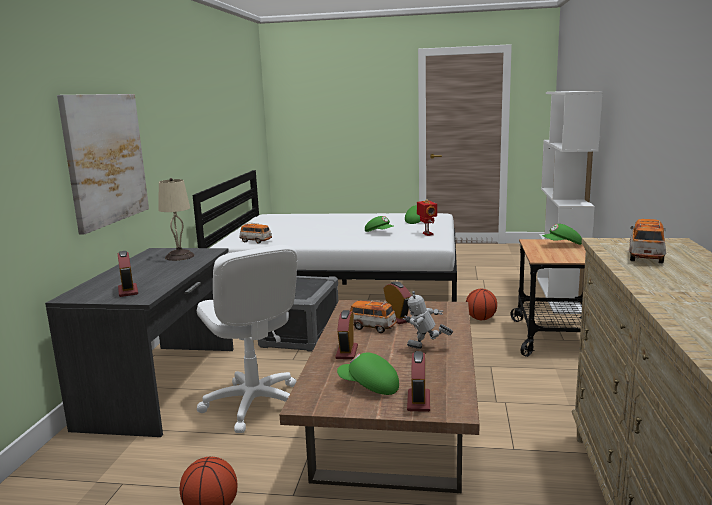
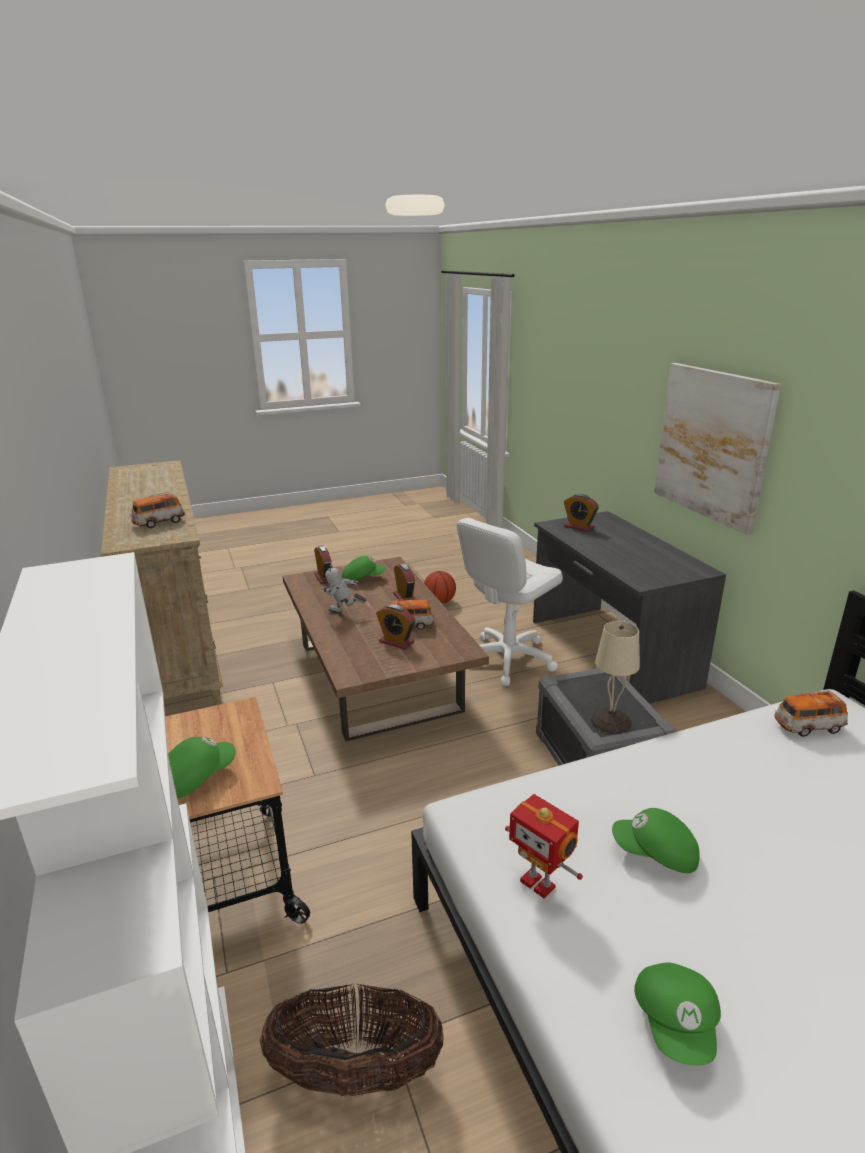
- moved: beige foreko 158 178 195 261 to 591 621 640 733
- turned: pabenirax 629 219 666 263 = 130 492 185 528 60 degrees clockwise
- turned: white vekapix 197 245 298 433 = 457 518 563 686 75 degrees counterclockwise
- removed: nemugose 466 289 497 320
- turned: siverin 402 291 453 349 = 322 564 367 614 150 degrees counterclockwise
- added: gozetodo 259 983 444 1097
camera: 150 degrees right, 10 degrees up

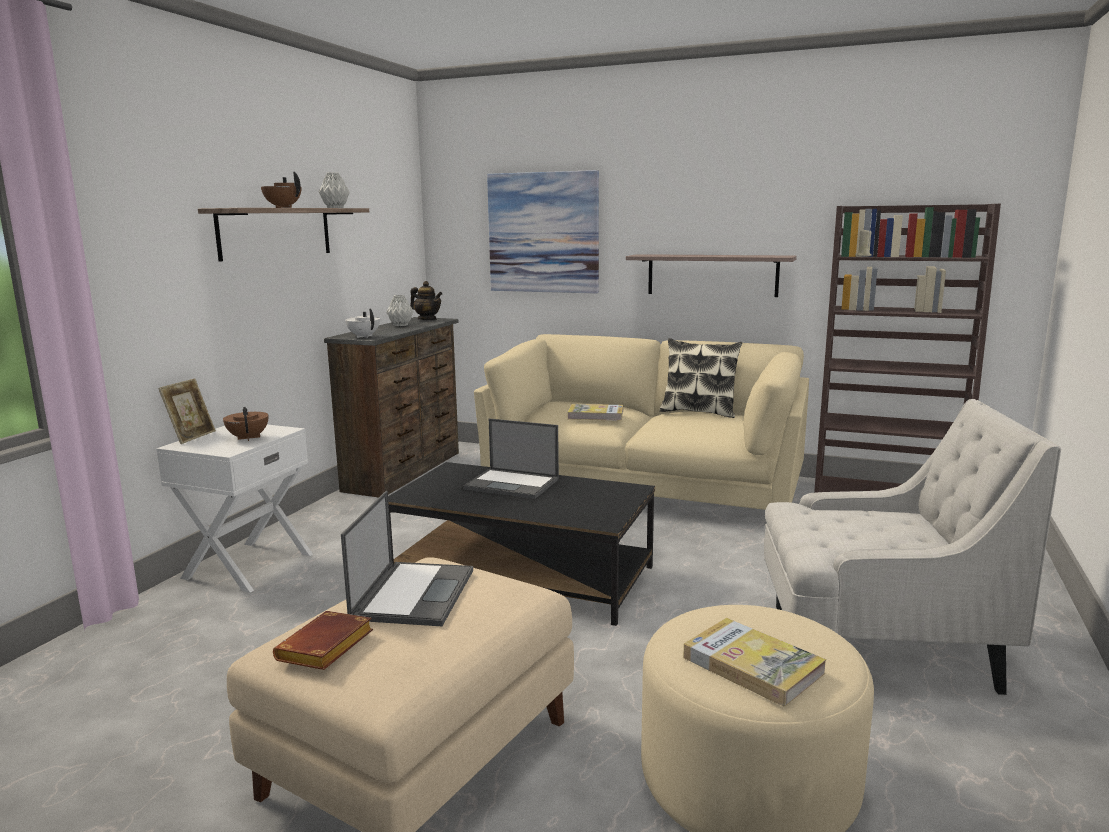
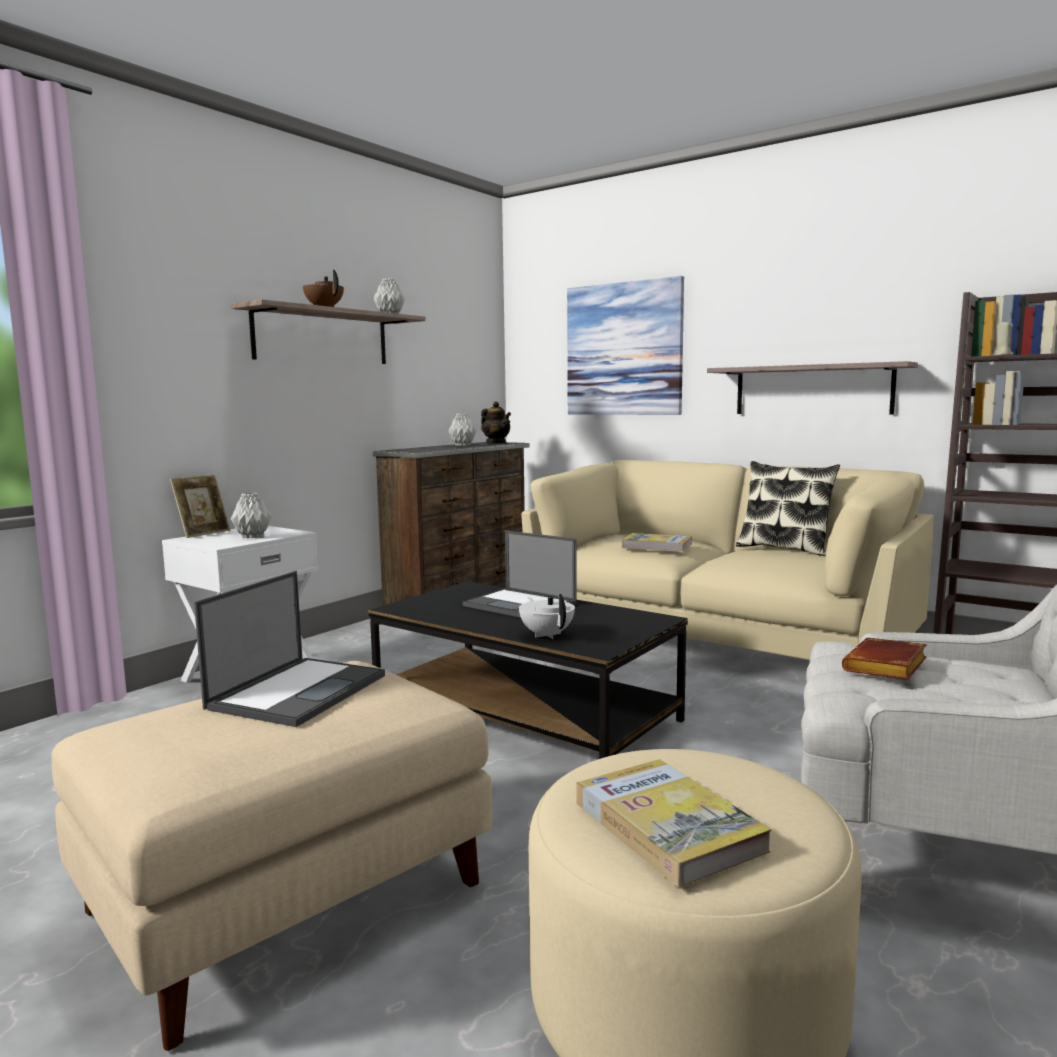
- moved: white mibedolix 345 309 380 338 to 519 594 575 639
- replaced: brown mibedolix 223 407 268 441 to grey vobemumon 231 493 271 538
- moved: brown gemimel 273 611 373 670 to 842 638 927 680
camera: 15 degrees right, 5 degrees down

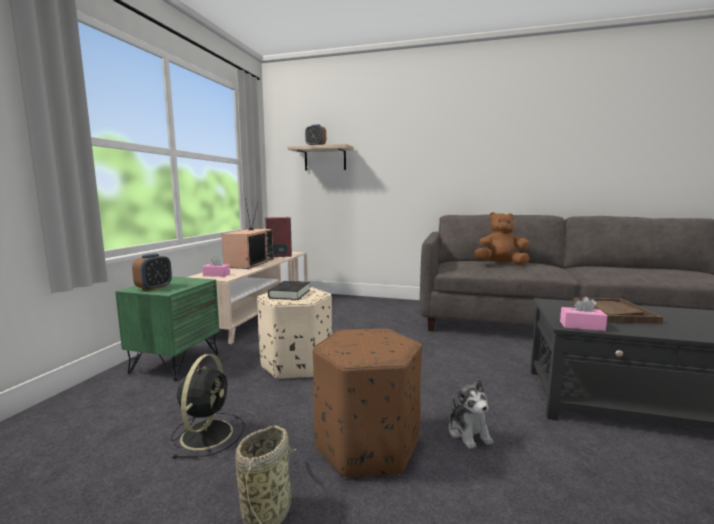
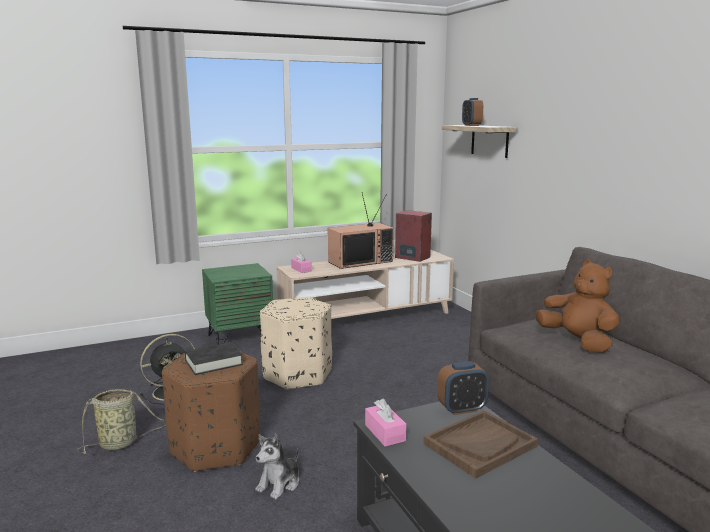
- moved: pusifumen 132 253 172 291 to 437 361 489 415
- moved: black gemimel 268 281 310 300 to 185 342 243 375
camera: 50 degrees right, 5 degrees up

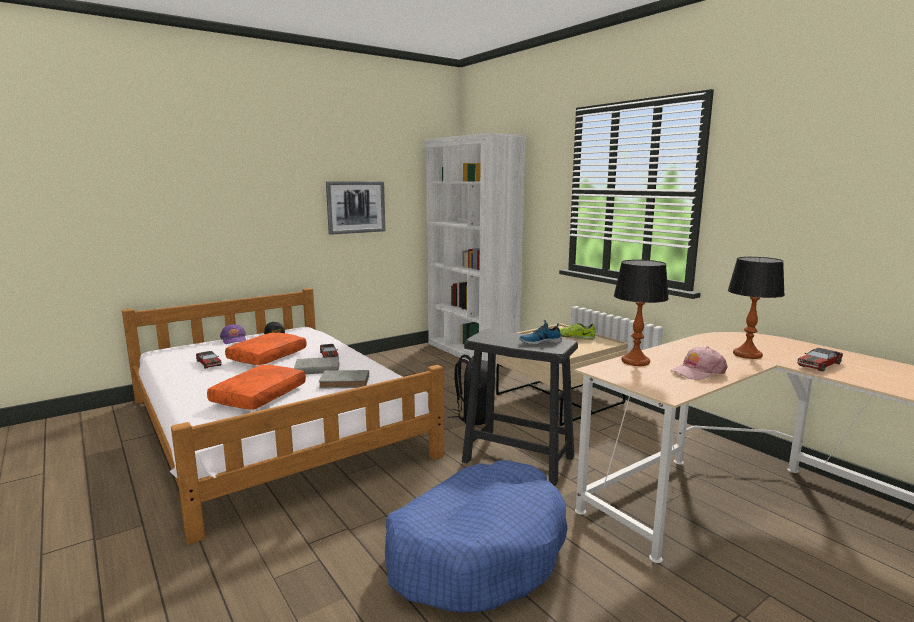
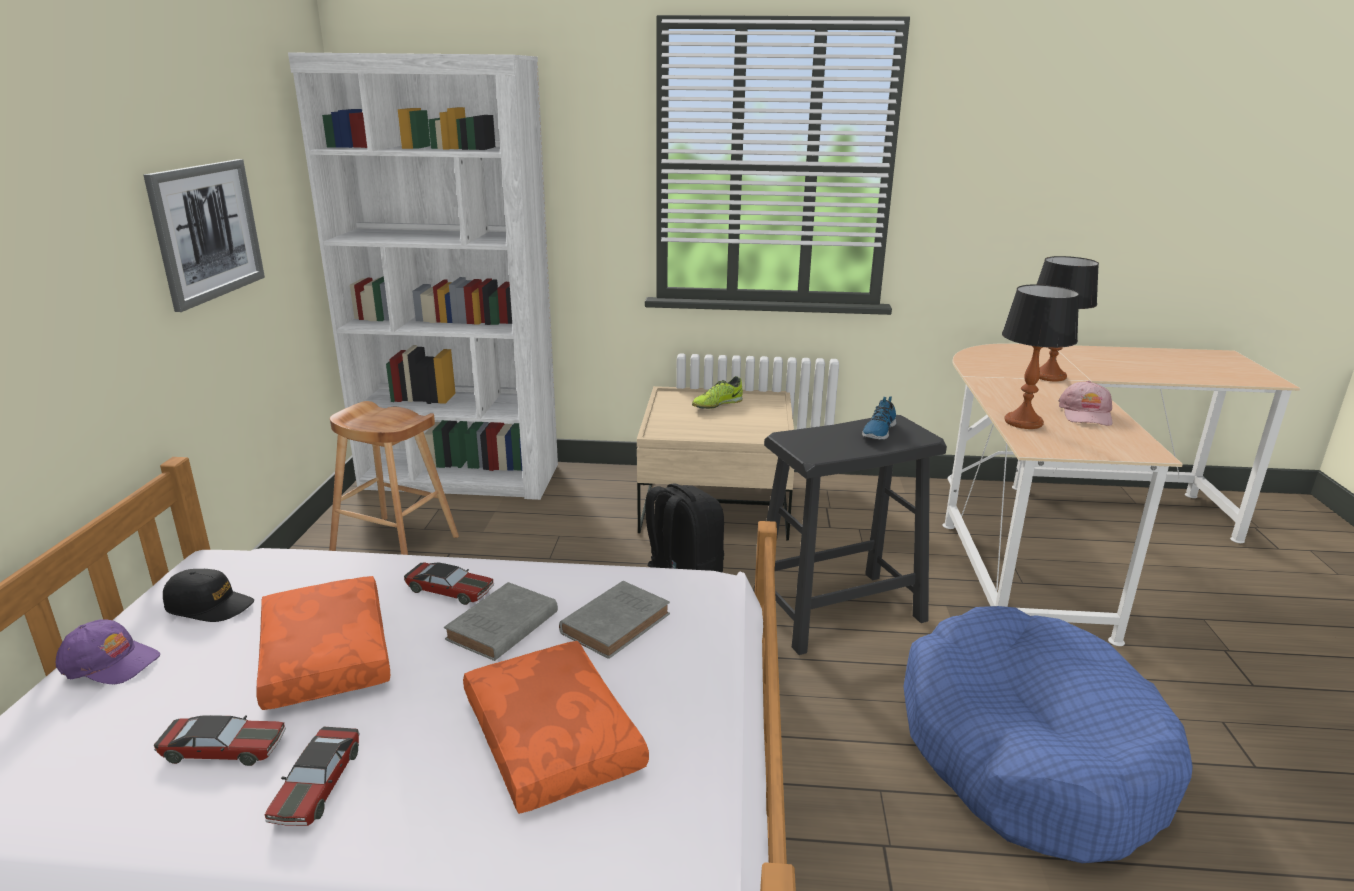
- moved: pabenirax 797 348 843 371 to 265 726 360 826
- added: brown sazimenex 329 401 459 555
camera: 50 degrees left, 10 degrees up

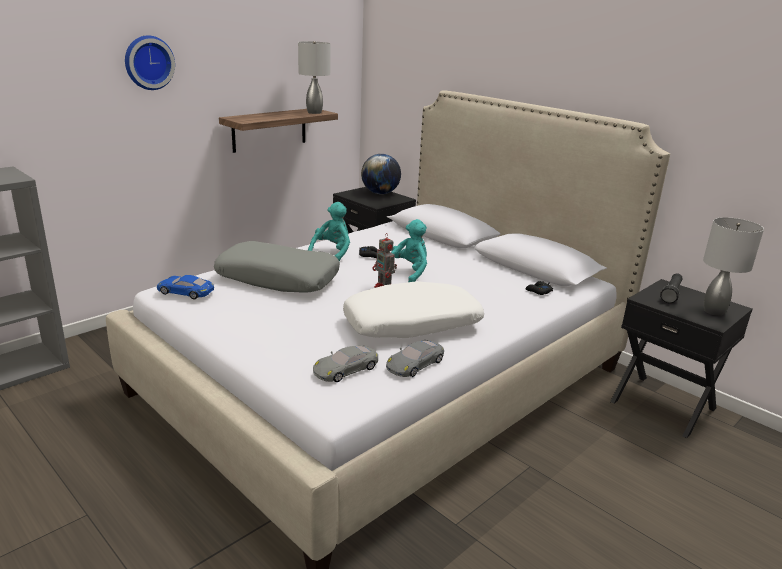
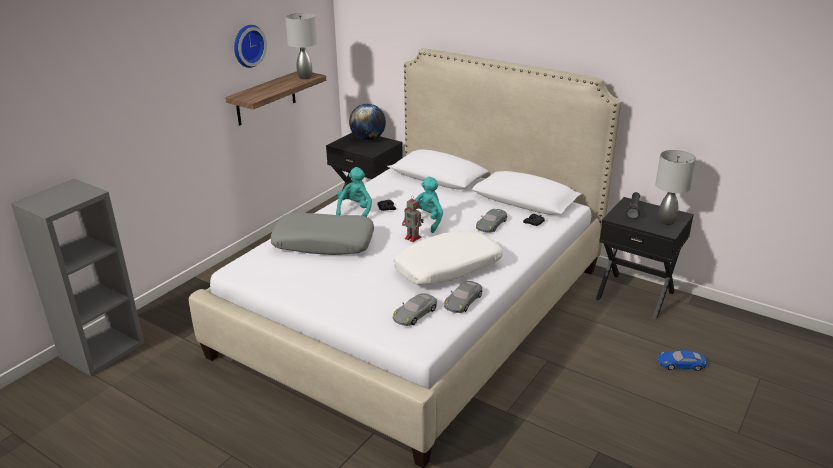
- moved: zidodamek 125 35 175 90 to 234 25 267 68
- moved: blue pabenirax 157 275 214 299 to 658 349 707 371
- added: grey pabenirax 476 209 507 233
camera: 10 degrees left, 5 degrees up

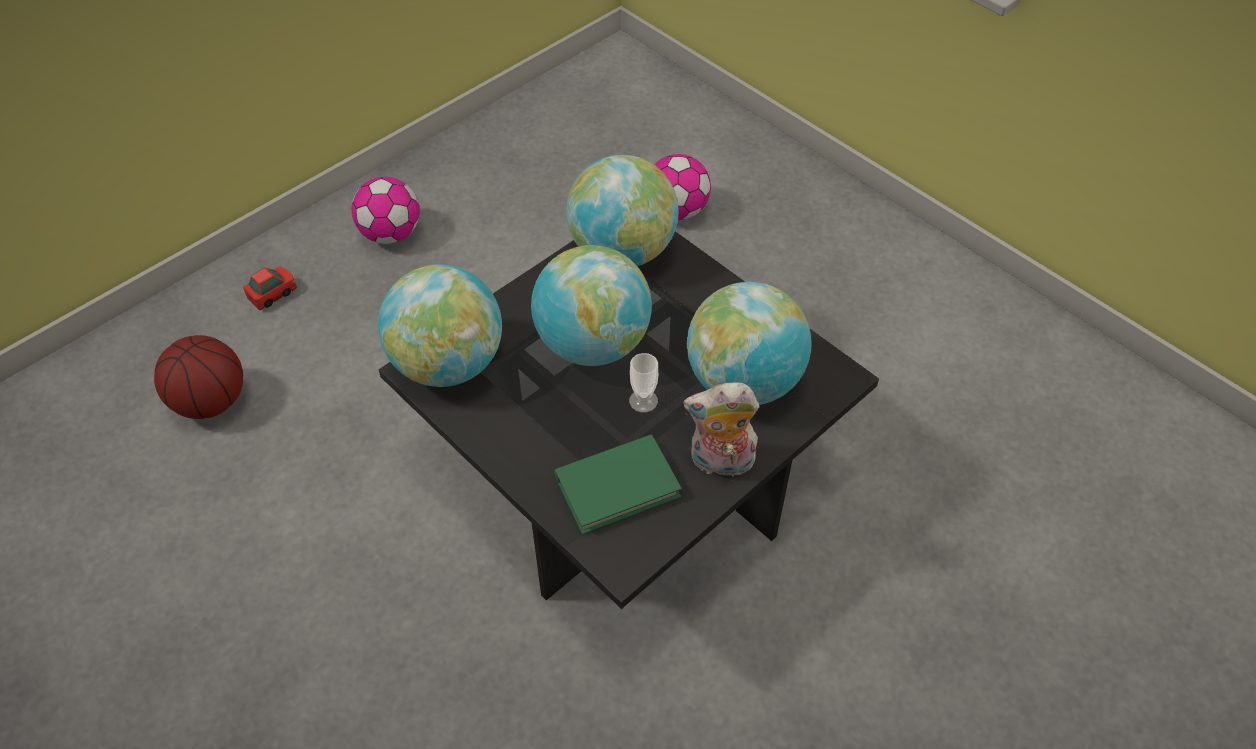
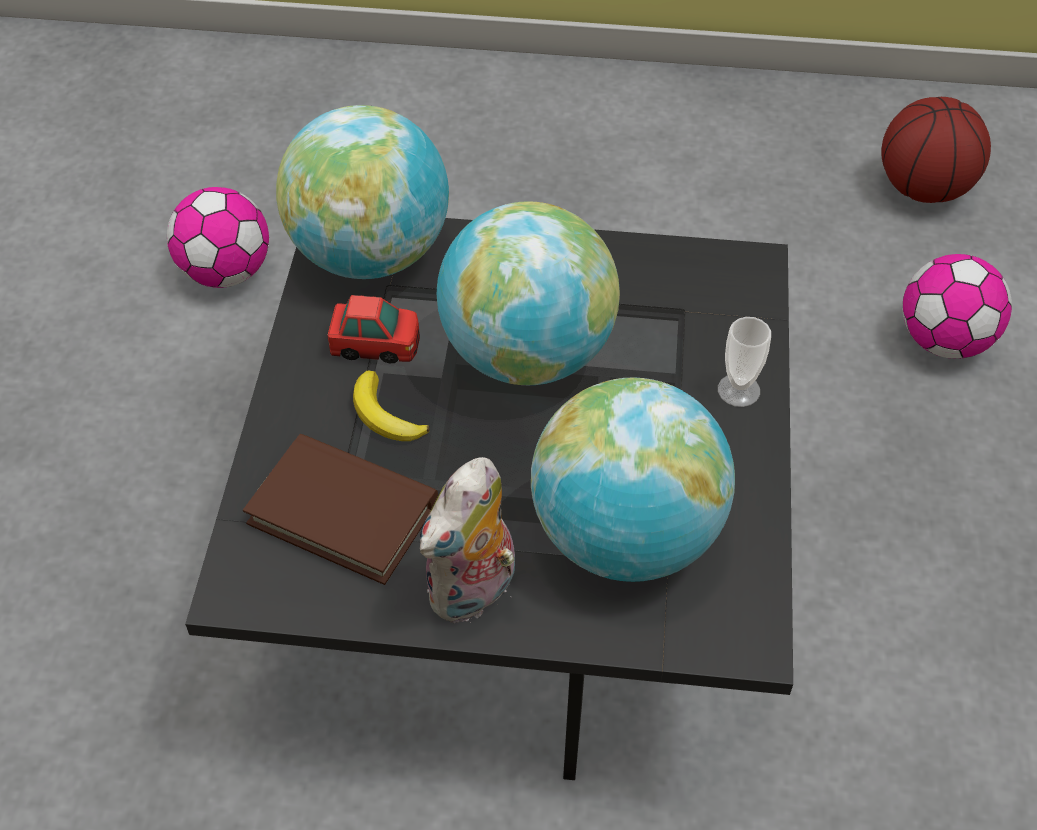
- removed: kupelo 566 155 679 266
- moved: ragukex 351 177 420 244 to 167 187 269 288
- moved: pabenirax 243 267 297 310 to 327 295 420 363
- moved: nemugose 154 335 243 419 to 881 97 991 203
- moved: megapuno 629 353 658 412 to 718 317 771 407
- turned: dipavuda 683 383 759 477 = 420 457 515 623 105 degrees counterclockwise
- recoloured: green gemimel 554 434 682 535 to brown gemimel 243 434 438 585
- added: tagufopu 353 371 430 441
camera: 50 degrees right, 0 degrees up

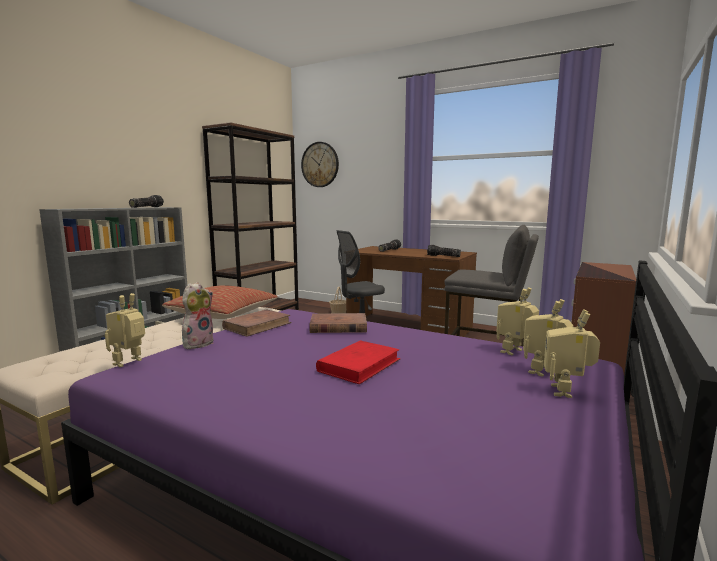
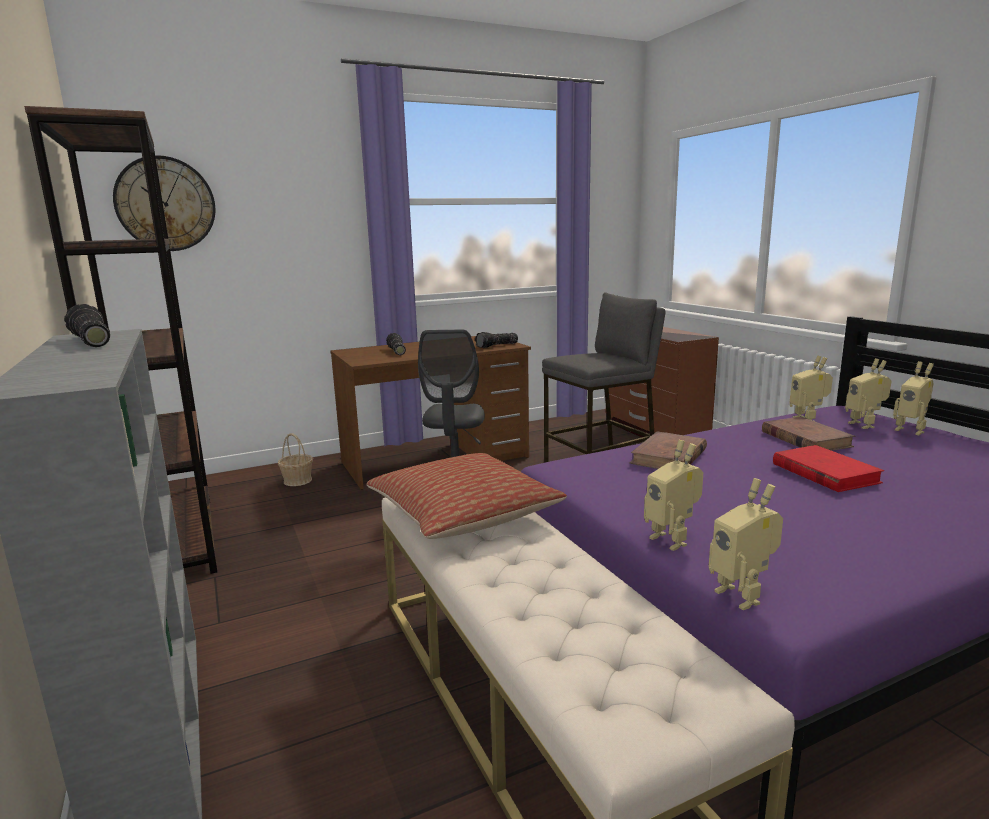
- replaced: dipavuda 182 282 214 349 to siverin 644 440 703 551
- moved: brown gemimel 222 309 292 337 to 762 417 855 450
camera: 55 degrees left, 5 degrees up

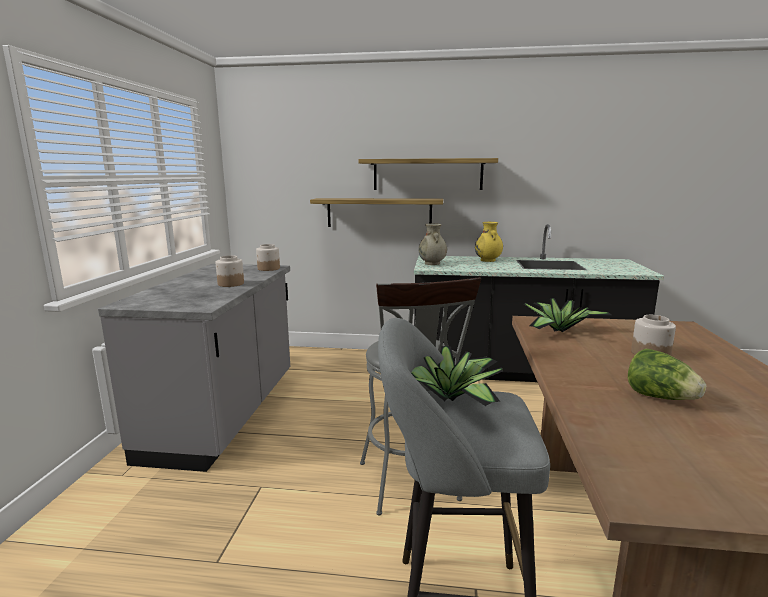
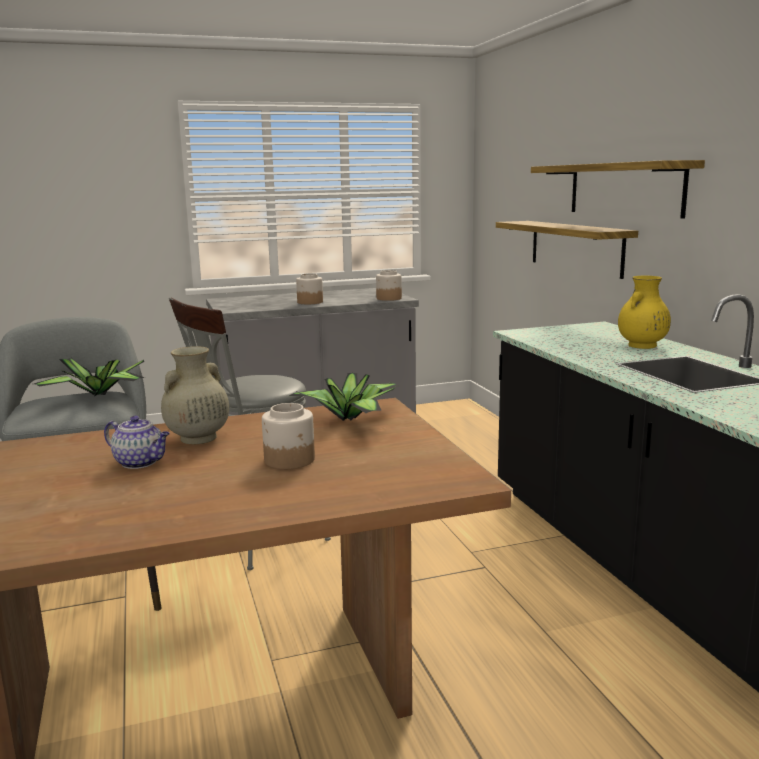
- moved: beige vobemumon 419 223 447 265 to 161 346 229 444
- replaced: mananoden 628 349 706 400 to mibedolix 104 416 170 469
camera: 65 degrees right, 0 degrees up

